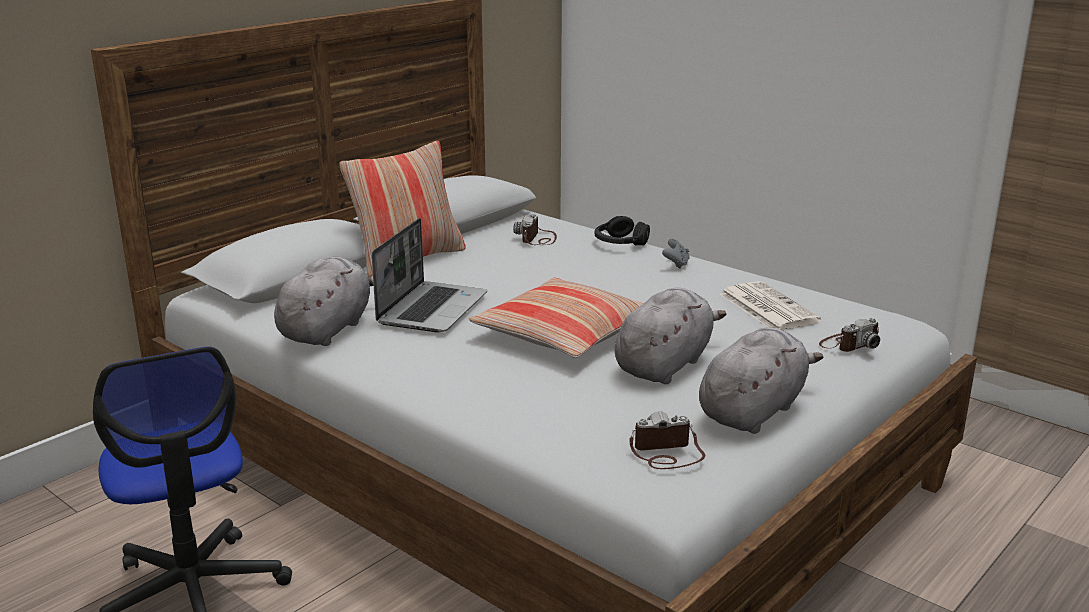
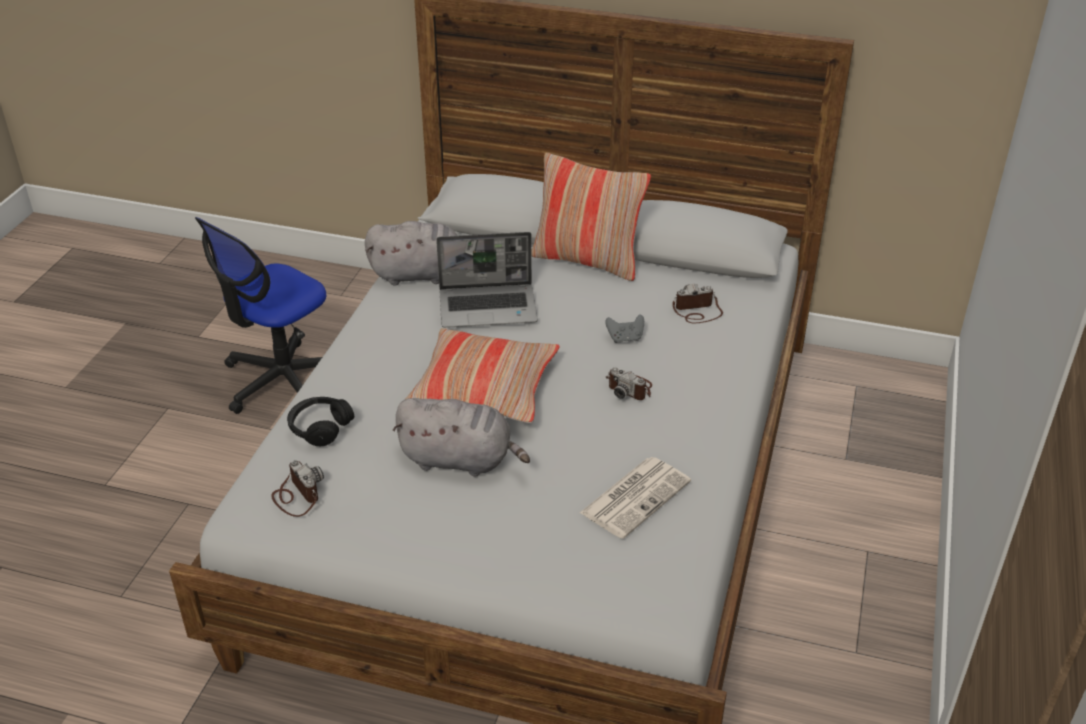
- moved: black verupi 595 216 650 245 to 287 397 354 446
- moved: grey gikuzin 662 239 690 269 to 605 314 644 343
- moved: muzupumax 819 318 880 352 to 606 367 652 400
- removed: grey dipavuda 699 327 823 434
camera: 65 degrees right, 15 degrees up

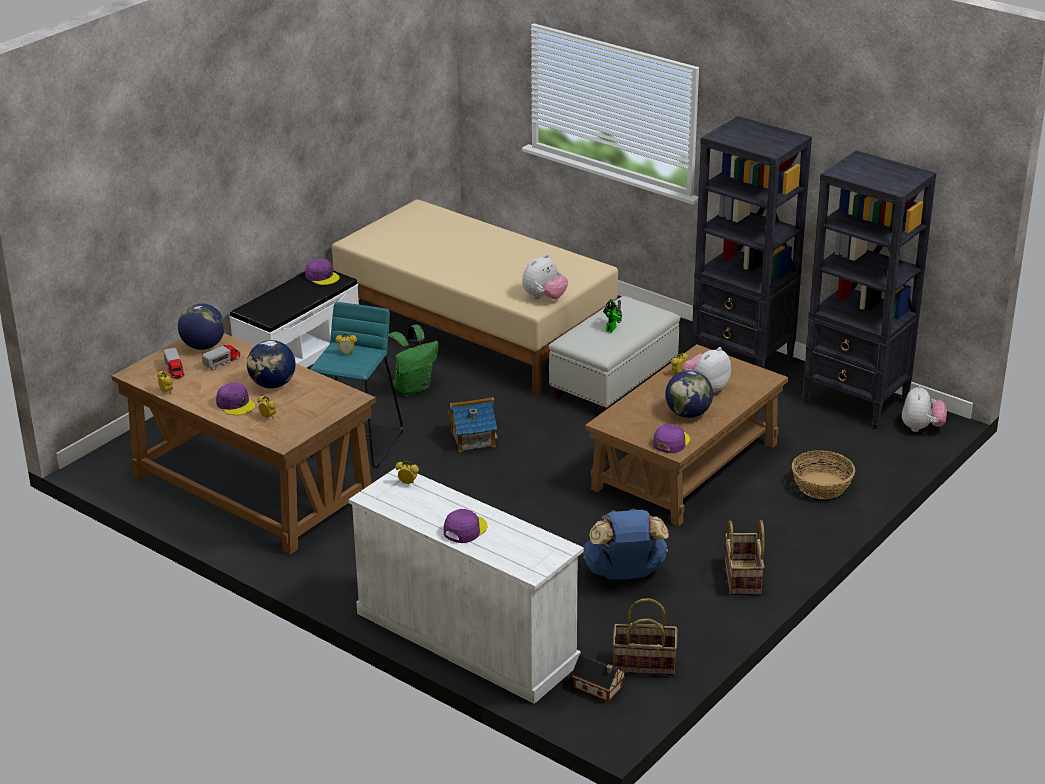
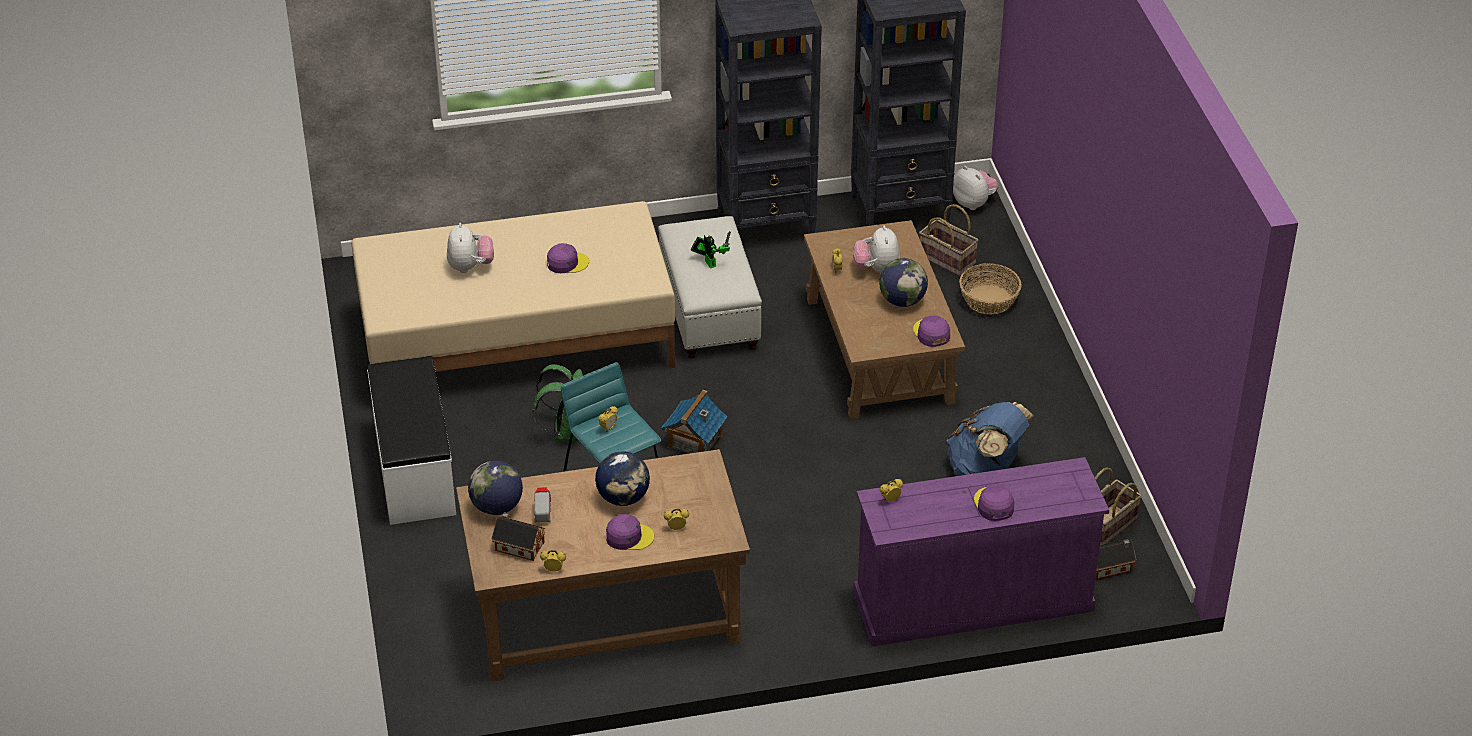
- moved: dipavuda 522 254 568 299 to 447 223 494 273
- moved: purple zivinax 305 259 340 285 to 547 243 589 273
- replaced: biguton 164 348 185 379 to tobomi 492 512 545 561
- recoloured: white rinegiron 349 468 584 704 to purple rinegiron 854 457 1109 647
- moved: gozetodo 725 520 764 595 to 919 204 979 277
camera: 50 degrees left, 10 degrees up

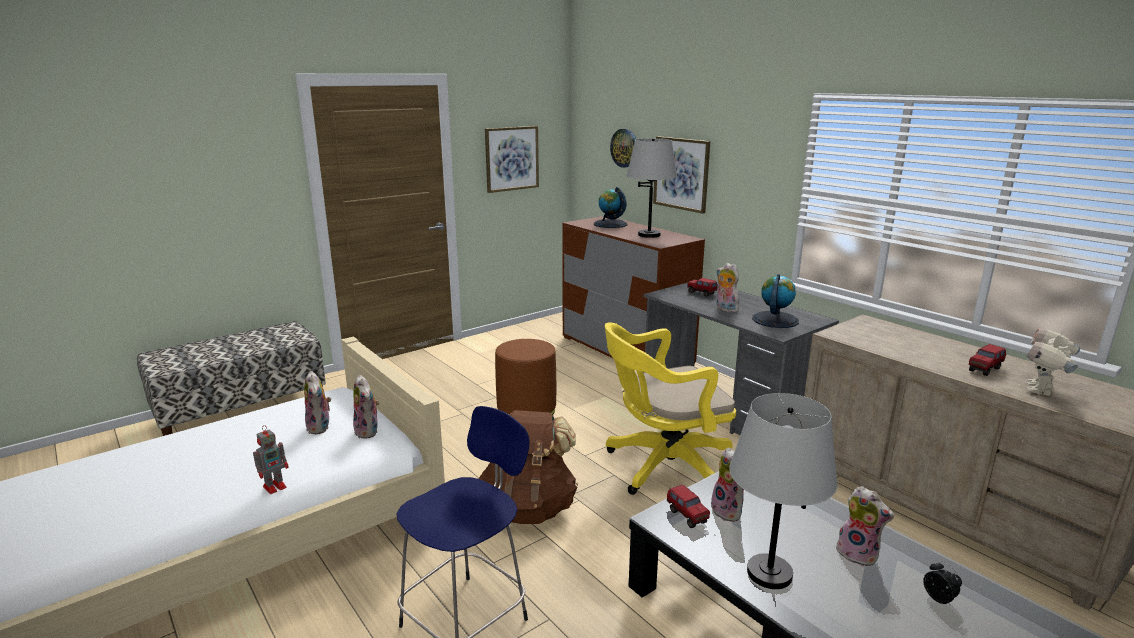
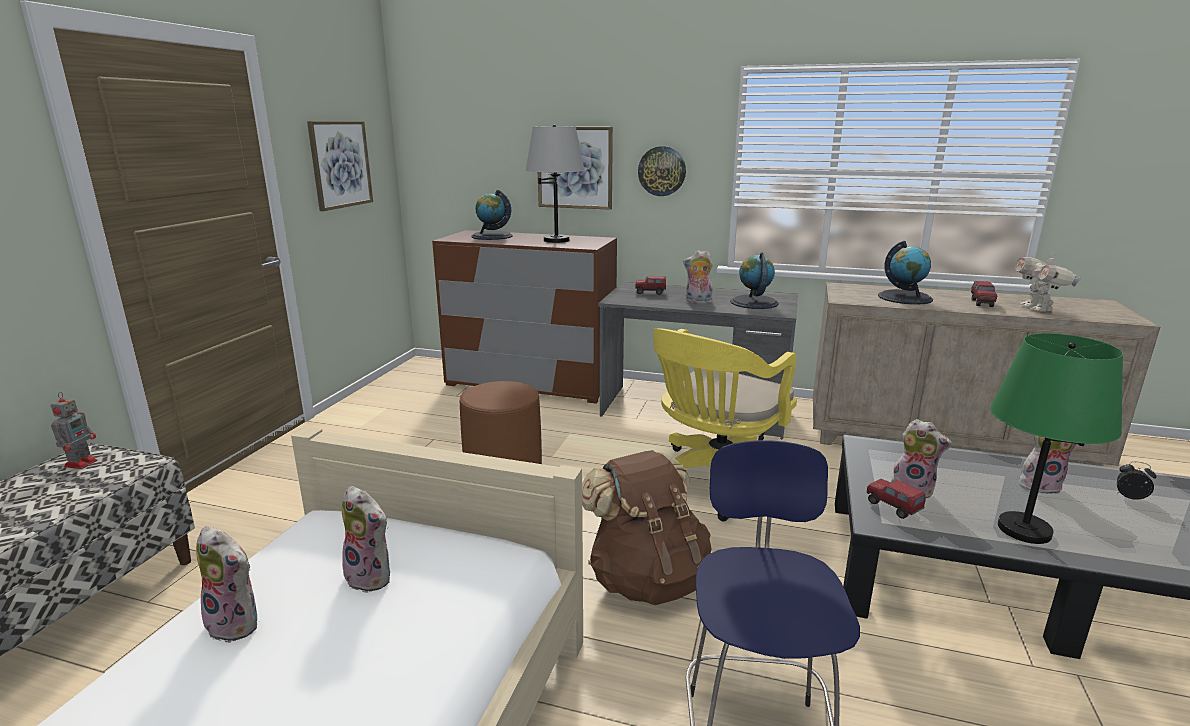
- moved: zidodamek 610 129 636 168 to 638 146 686 196
- moved: dipavuda 353 375 380 439 to 196 526 257 643
- recoloured: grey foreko 729 393 837 589 to green foreko 990 333 1123 544
- moved: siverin 253 425 289 494 to 50 392 98 469
- turned: biguton 667 485 710 528 = 867 479 925 519 150 degrees counterclockwise
- added: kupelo 878 241 933 305
camera: 35 degrees left, 0 degrees up

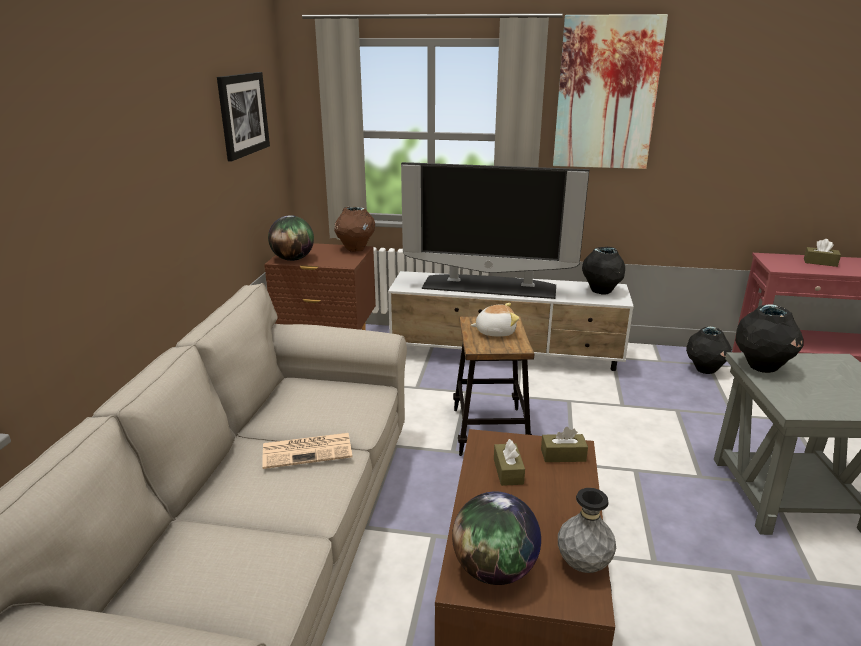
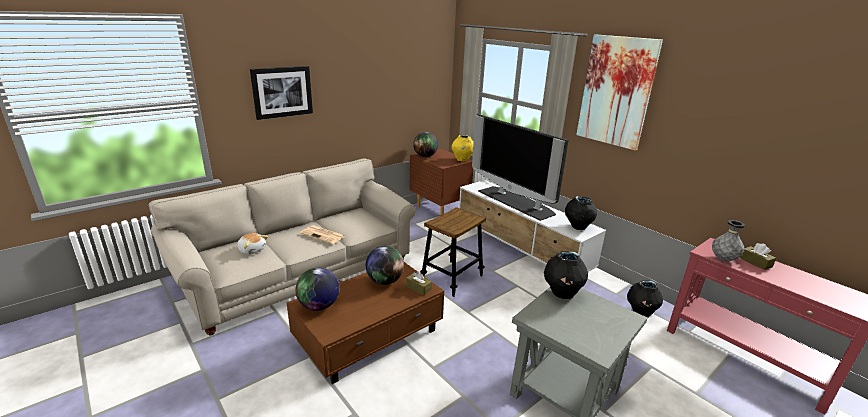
- moved: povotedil 217 72 270 161 to 250 66 313 120
- recoloured: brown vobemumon 334 207 375 252 to yellow vobemumon 451 135 474 162
- moved: dipavuda 471 303 519 337 to 237 233 268 255
- replaced: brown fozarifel 494 439 525 486 to kupelo 366 246 404 285
- moved: grey vobemumon 558 488 616 573 to 712 220 745 261
camera: 40 degrees right, 0 degrees up

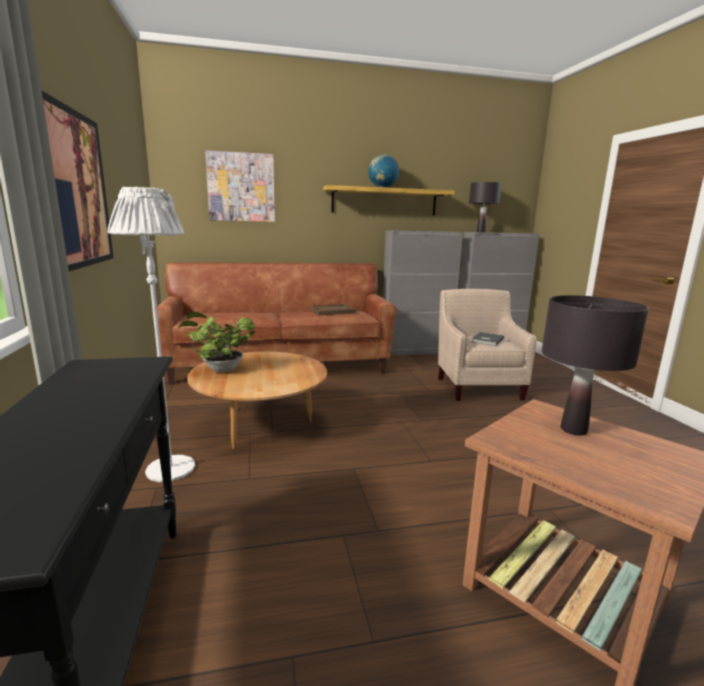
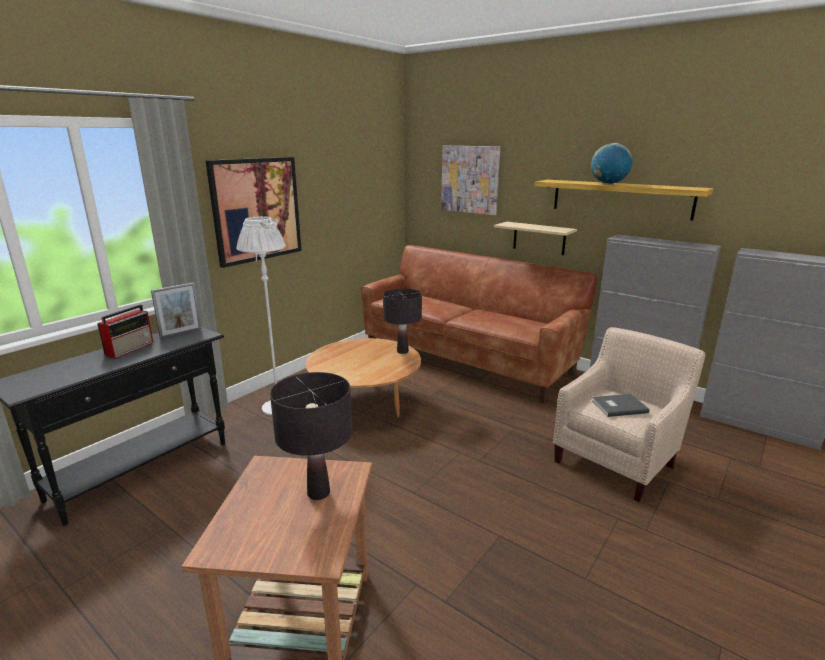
- moved: black foreko 469 182 502 233 to 383 288 422 354
- removed: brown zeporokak 310 304 356 315
- removed: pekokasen 178 312 256 373
- added: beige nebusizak 494 222 577 255
- added: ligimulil 151 283 202 338
- added: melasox 97 304 154 359
camera: 50 degrees right, 5 degrees up

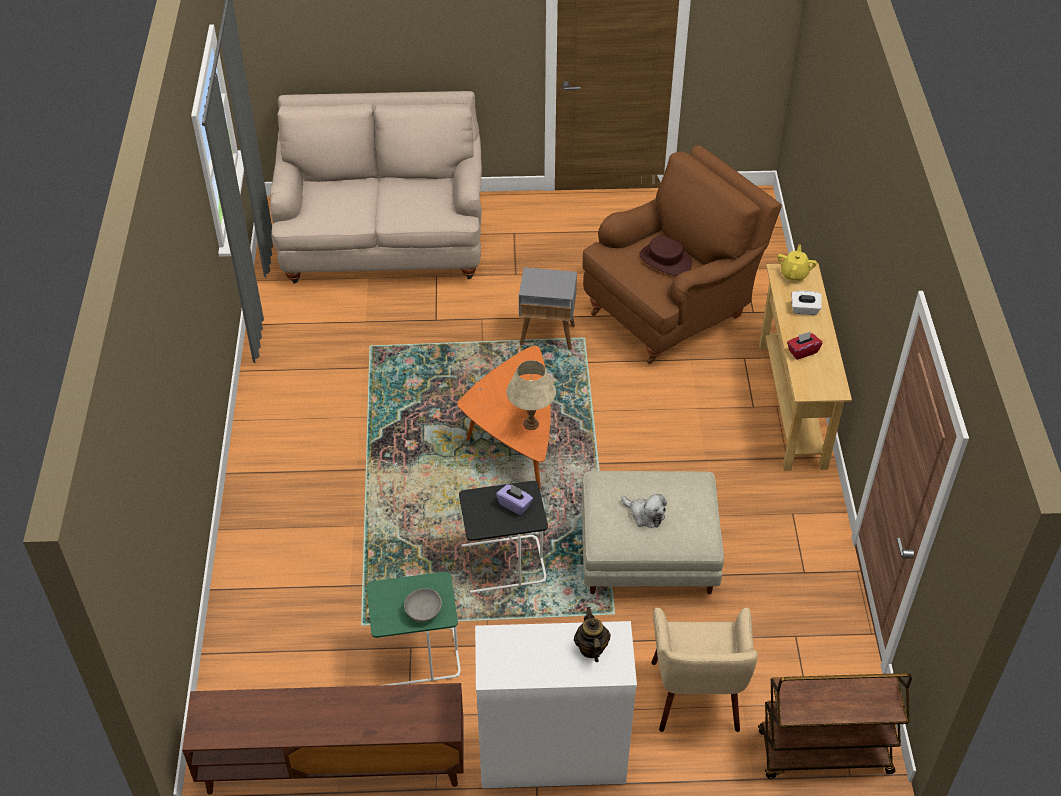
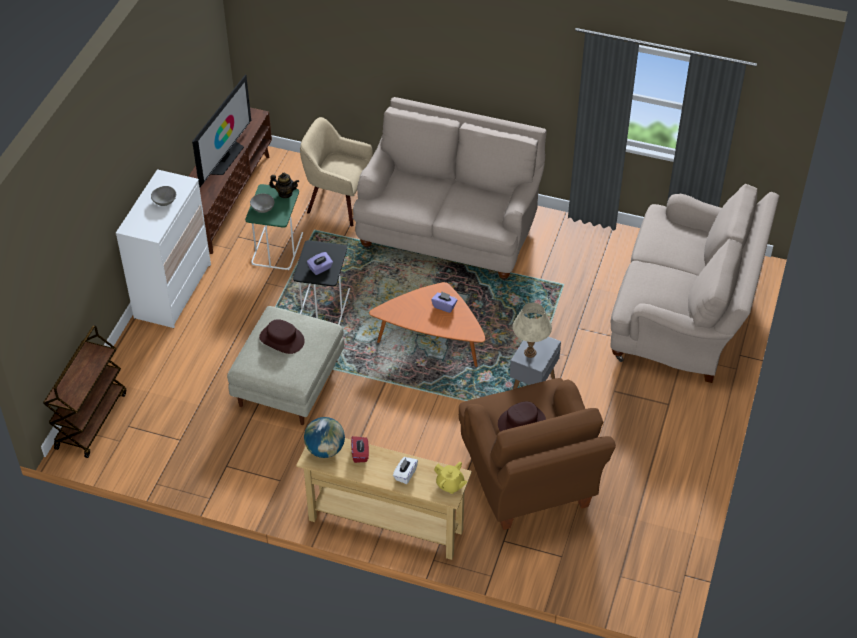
- moved: beige foreko 506 360 556 430 to 512 303 552 358
- replaced: dipavuda 621 494 667 528 to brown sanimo 259 319 305 354
- moved: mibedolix 574 607 611 662 to 269 172 299 198
- moved: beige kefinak 651 608 758 732 to 300 117 373 226
- added: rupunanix 192 75 251 187
- added: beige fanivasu 353 97 547 281
- added: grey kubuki 151 186 176 206
- added: purple fozarifel 431 291 457 313
- added: kupelo 304 417 345 458
camera: 110 degrees right, 0 degrees up

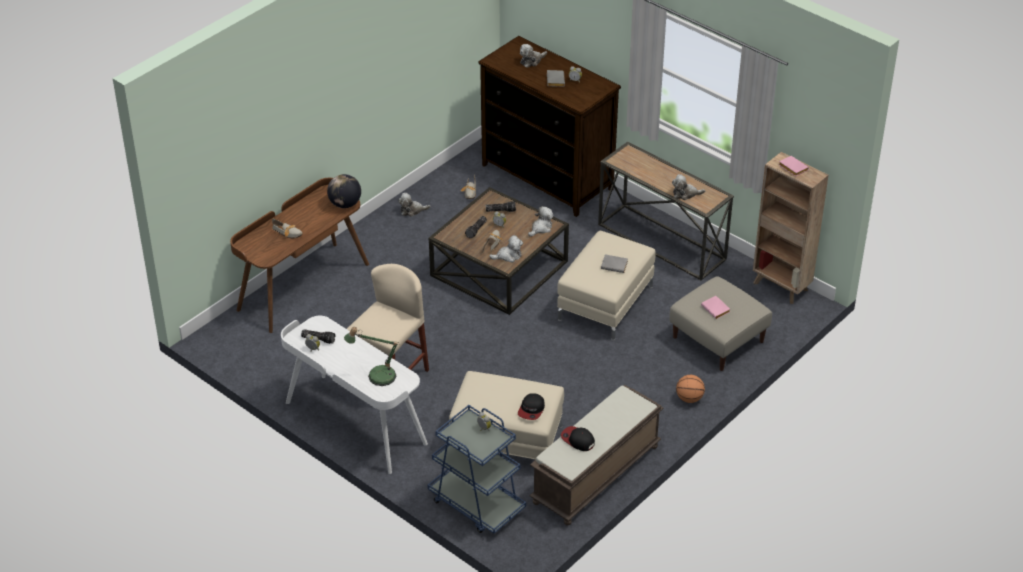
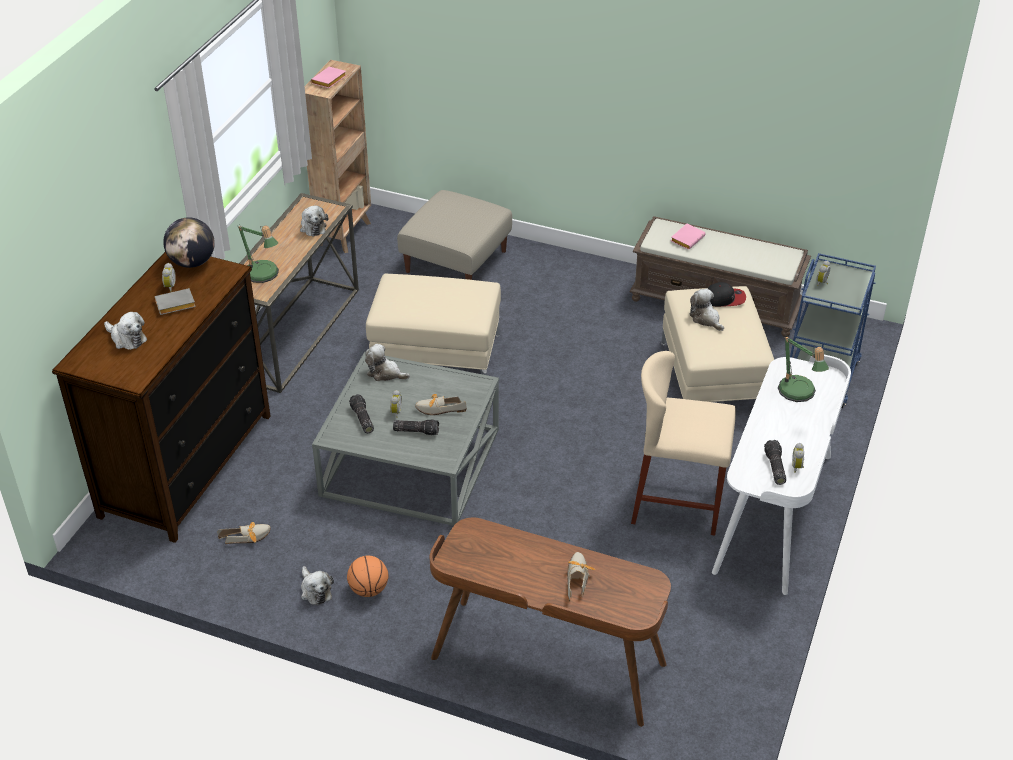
- moved: kupelo 327 174 361 208 to 163 217 215 268
- recoloured: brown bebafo 428 187 569 315 to grey bebafo 312 352 499 526
- moved: dipavuda 489 235 523 263 to 690 289 724 331
- removed: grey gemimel 601 254 628 273
- moved: pink gemimel 701 296 730 319 to 671 224 705 250
- moved: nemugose 676 375 705 403 to 347 556 389 597
- removed: zivinax 561 426 595 451
- added: foreko 238 225 279 283
camera: 110 degrees left, 0 degrees up

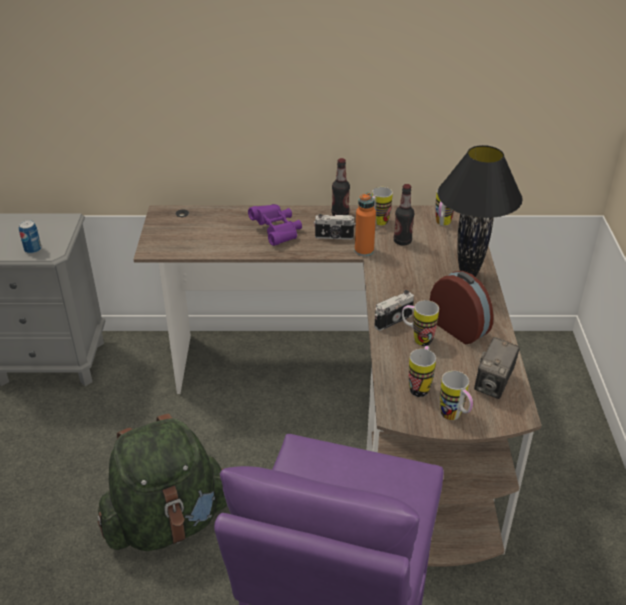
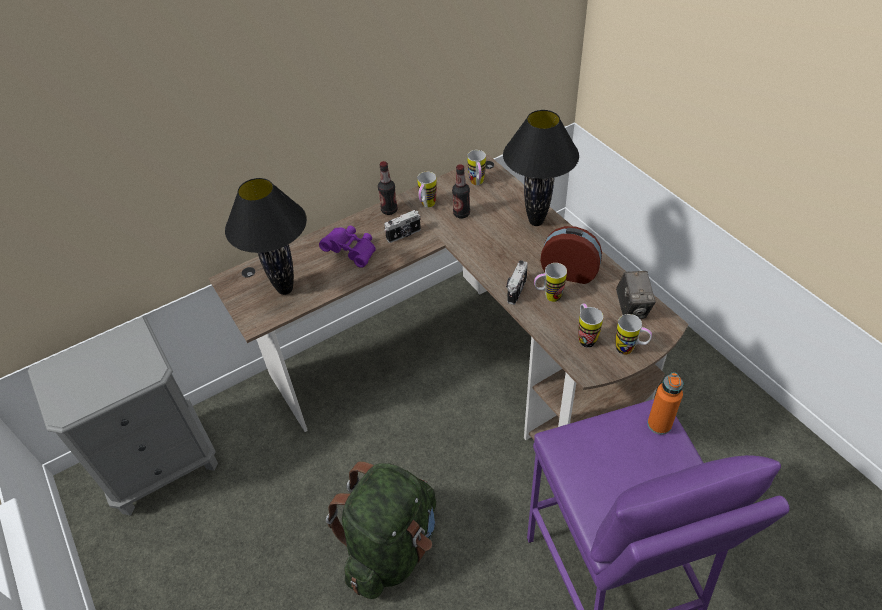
- moved: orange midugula 355 192 376 256 to 647 373 683 435
- removed: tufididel 19 220 42 254
- added: black foreko 225 178 307 295
camera: 30 degrees left, 10 degrees up

